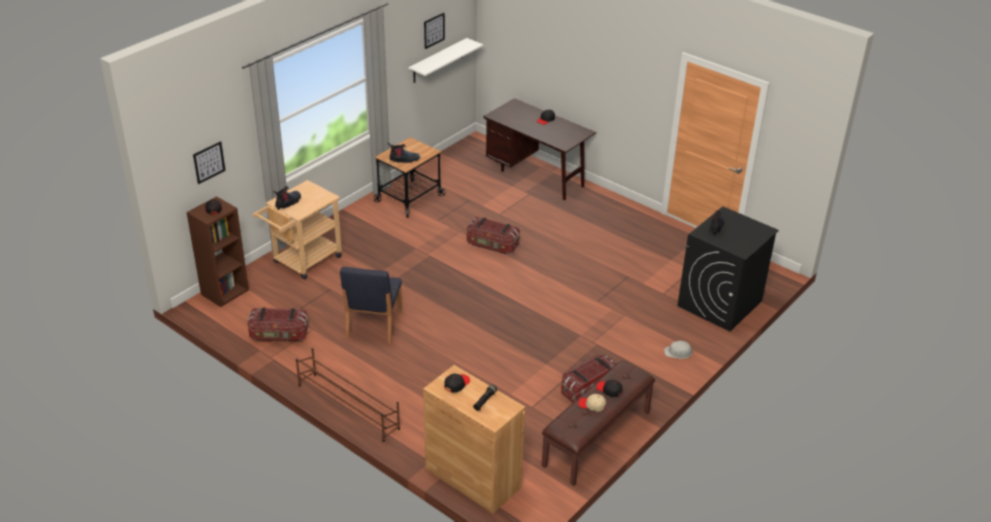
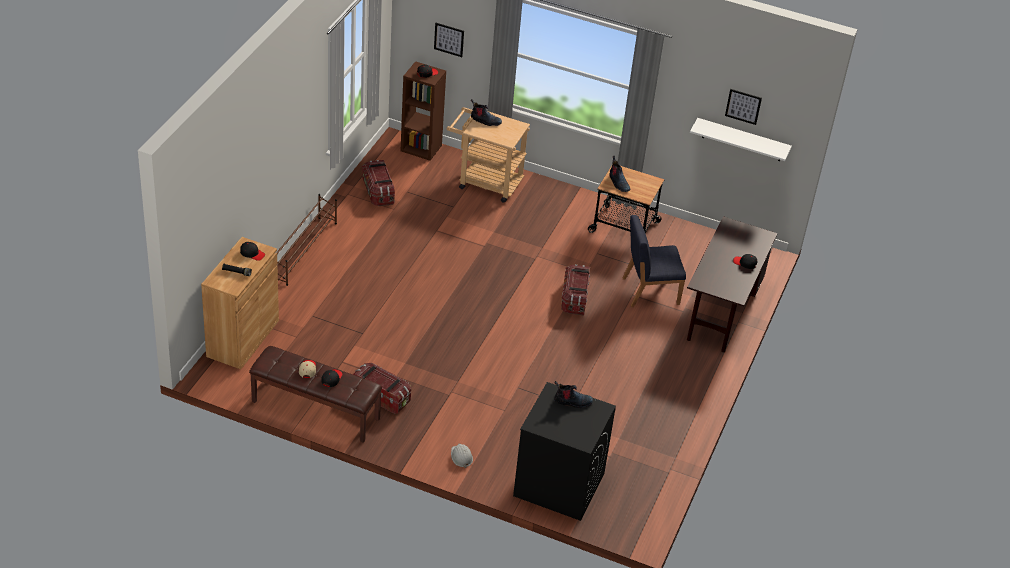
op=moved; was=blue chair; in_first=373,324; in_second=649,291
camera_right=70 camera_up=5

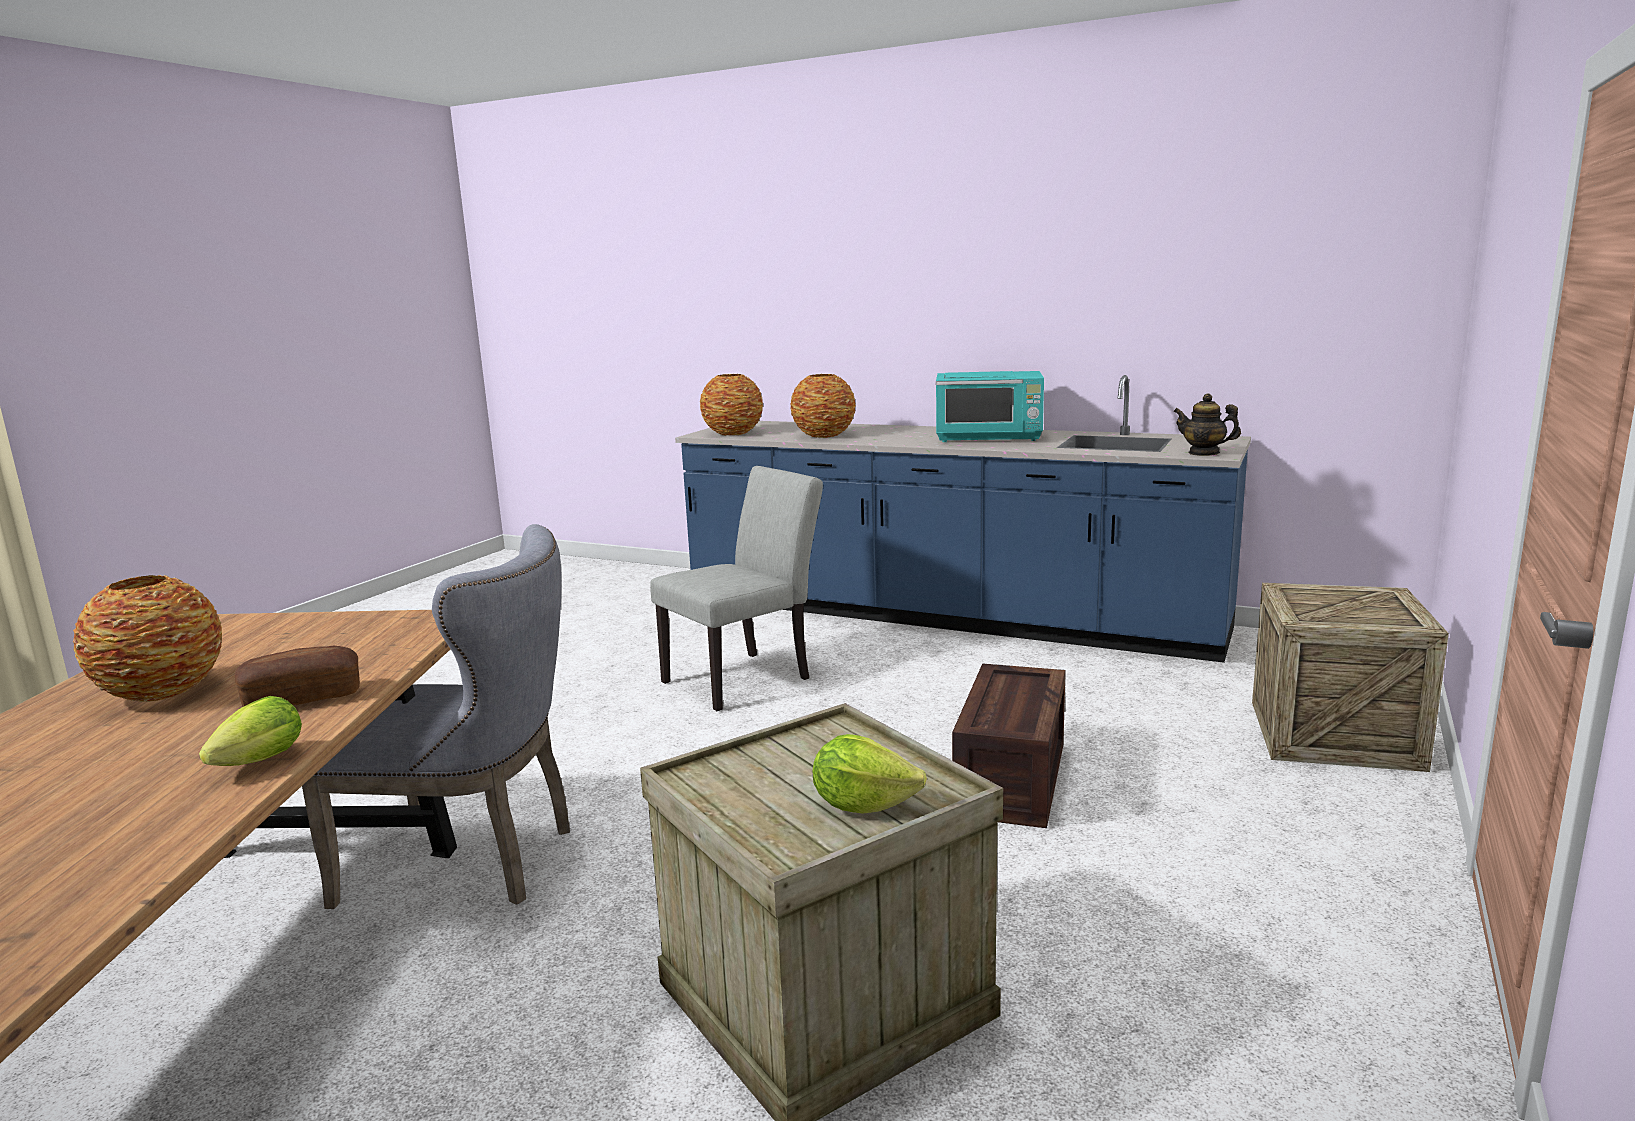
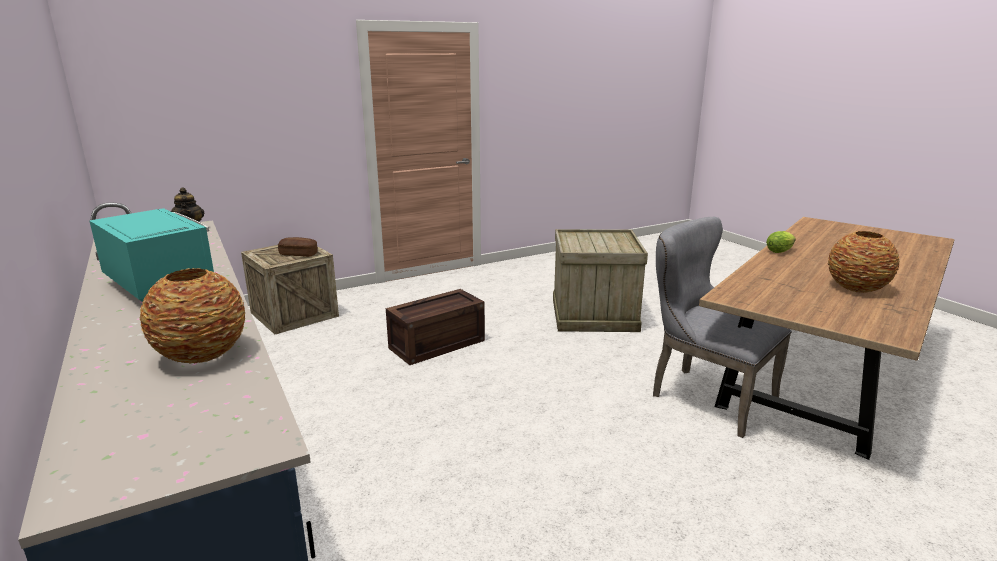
op=moved; was=bread; in_first=303,698; in_second=298,254
op=removed; was=grey chair; in_first=746,677
op=removed; was=vase; in_first=732,433
op=removed; was=lettuce; in_first=863,804
camera_right=-145 camera_up=5

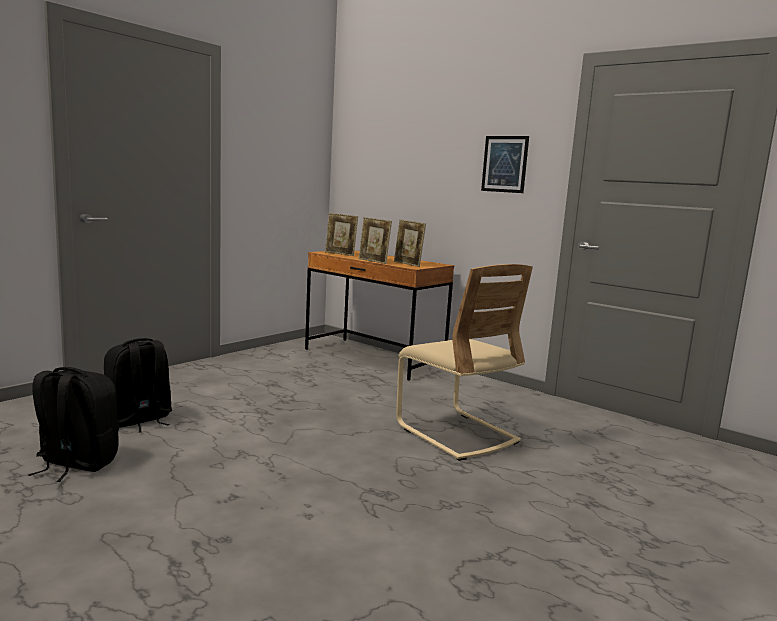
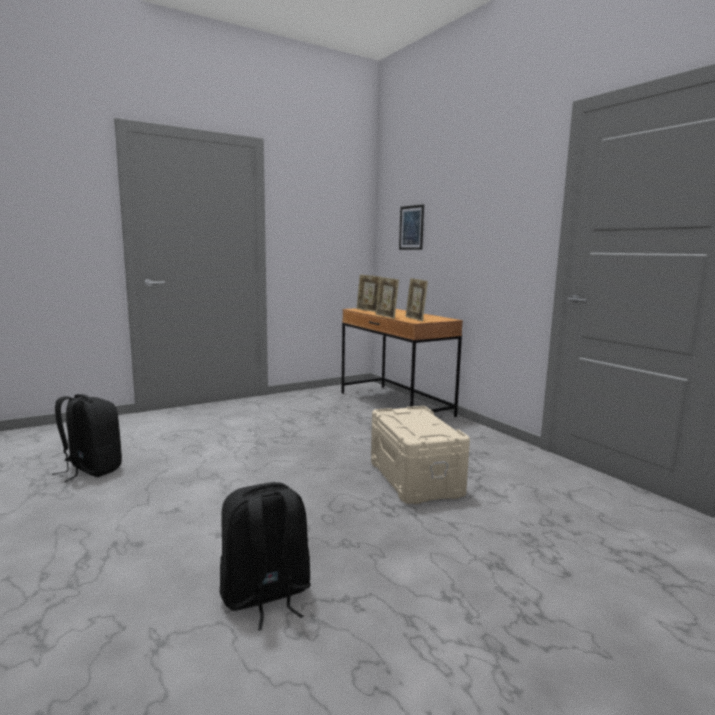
op=moved; was=black backpack; in_first=139,420; in_second=265,596
op=replaced; was=beige chair; now=beige storage box; in_first=456,433; in_second=414,478
op=moved; was=picture; in_first=504,164; in_second=411,227
camera_right=20 camera_up=0

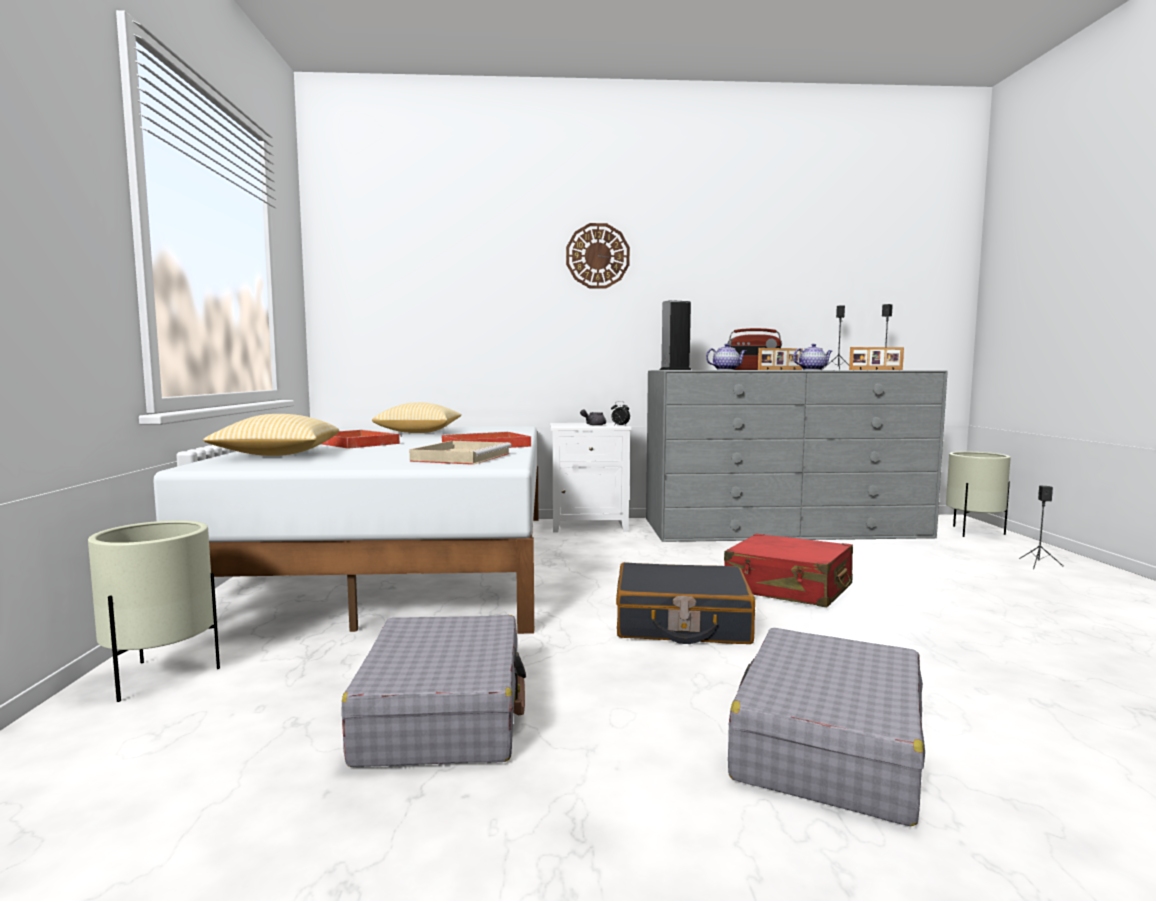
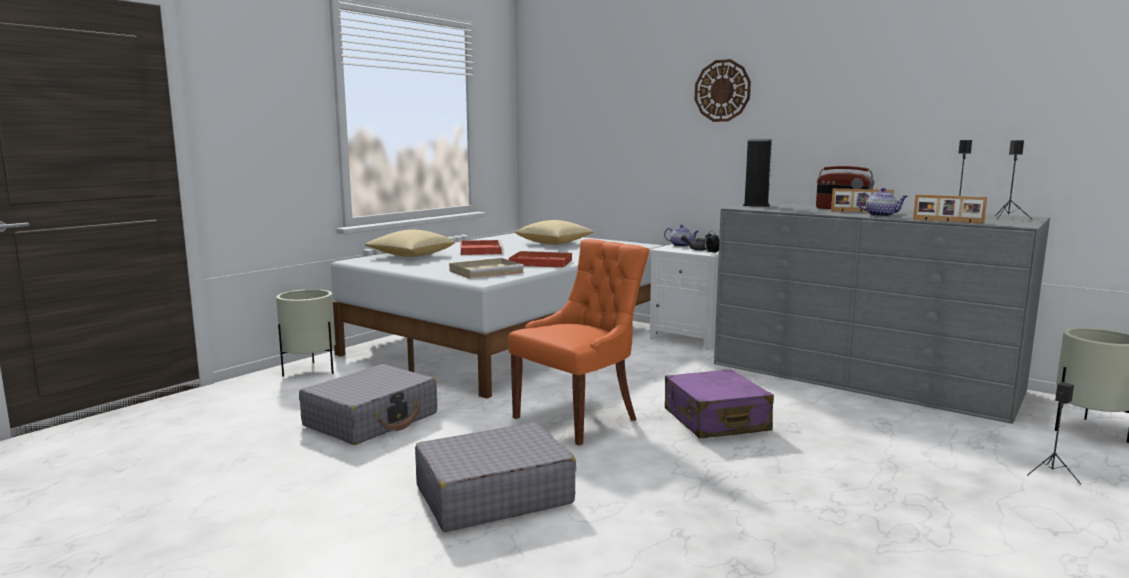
op=replaced; was=black suitcase; now=orange chair; in_first=681,623; in_second=579,418
op=moved; was=teapot; in_first=726,369; in_second=681,245
op=recoloured; was=red suitcase; now=purple suitcase; in_first=788,588; in_second=715,420
camera_right=40 camera_up=5

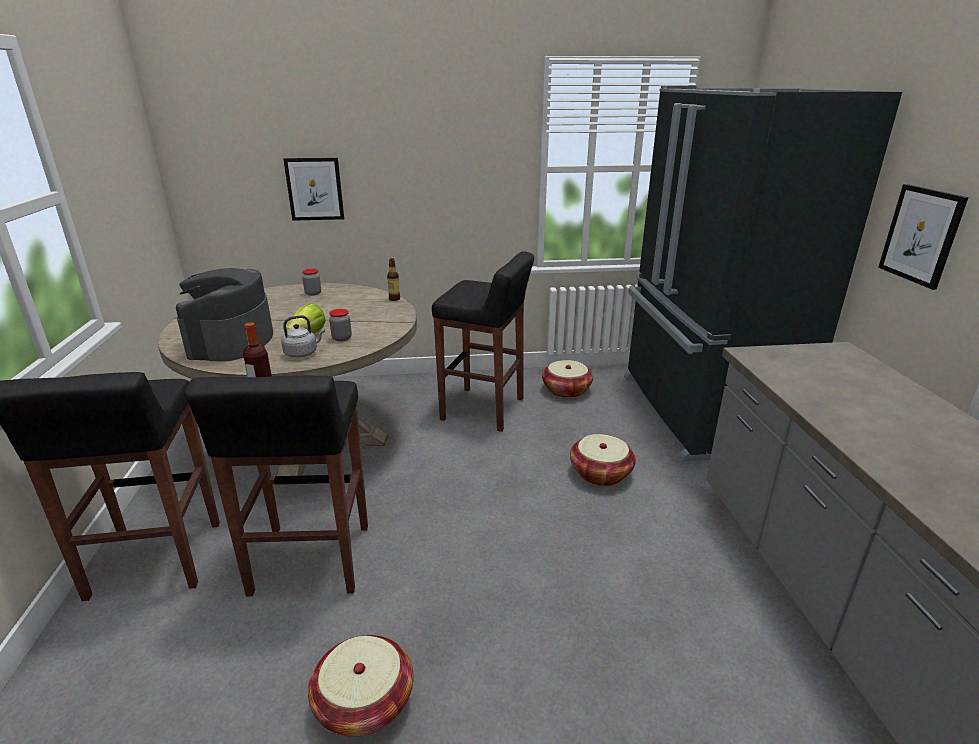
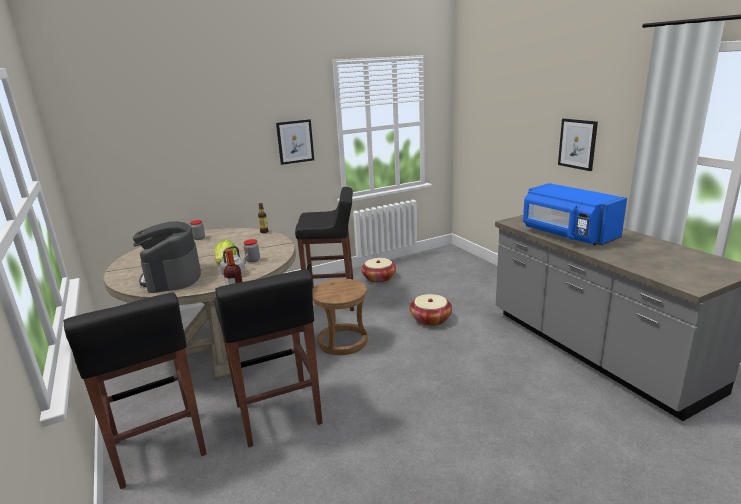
op=moved; was=picture; in_first=315,189; in_second=295,141
op=removed; was=basket; in_first=364,702
op=removed; was=black fridge; in_first=698,413
op=added; now=brown stool; in_second=343,341
op=added; now=blue microwave; in_second=567,235
camera_right=-20 camera_up=-5

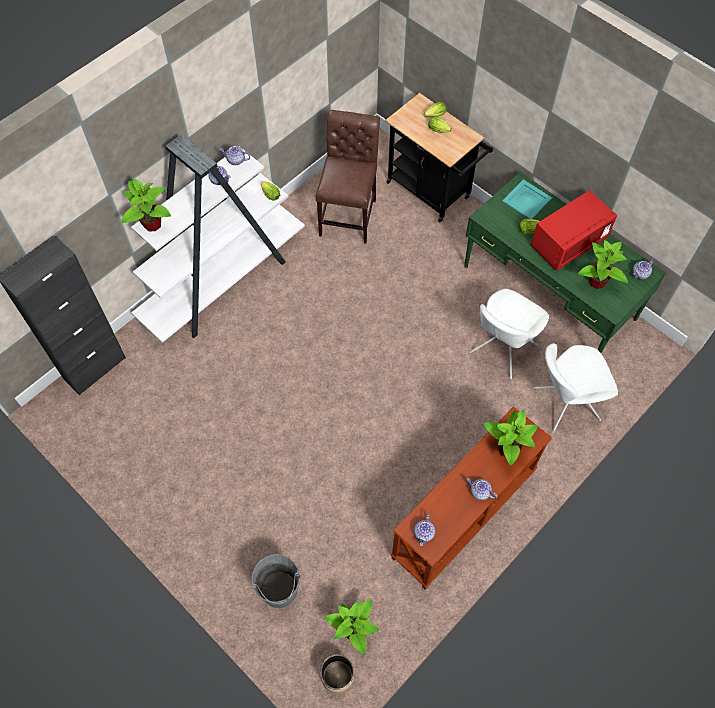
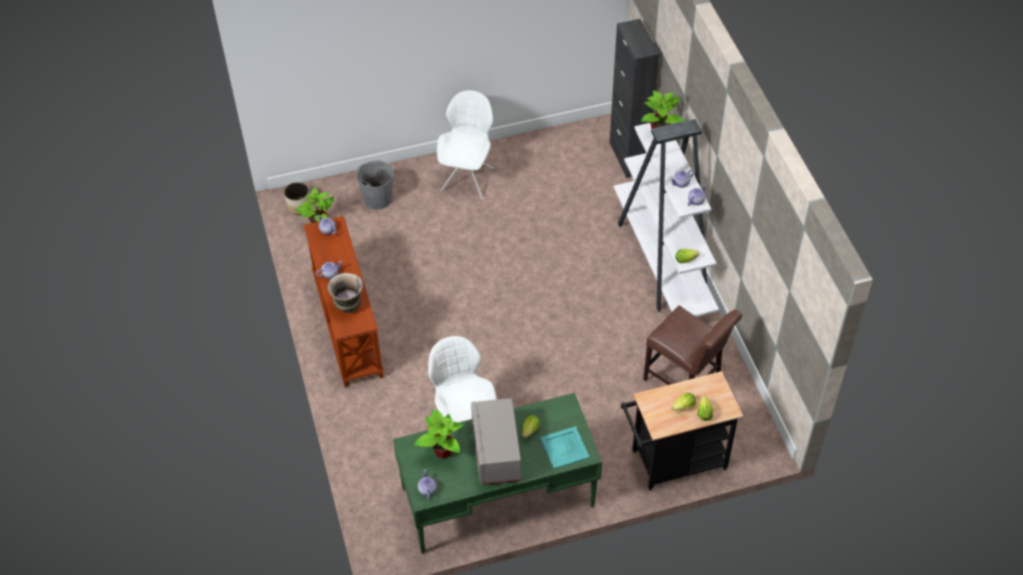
op=replaced; was=potted plant; now=vase; in_first=507,449; in_second=348,306
op=recoloured; was=red microwave; now=grey microwave; in_first=568,243; in_second=496,453
op=moved; was=white chair; in_first=564,404; in_second=468,178
camera_right=120 camera_up=-10

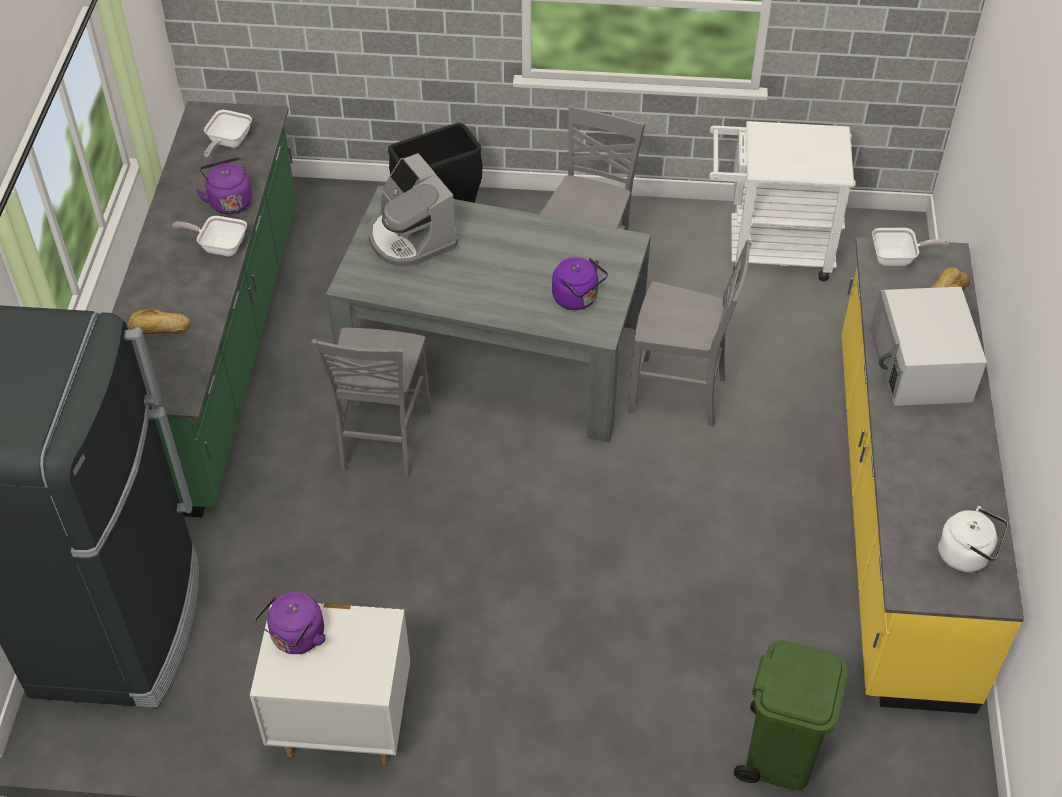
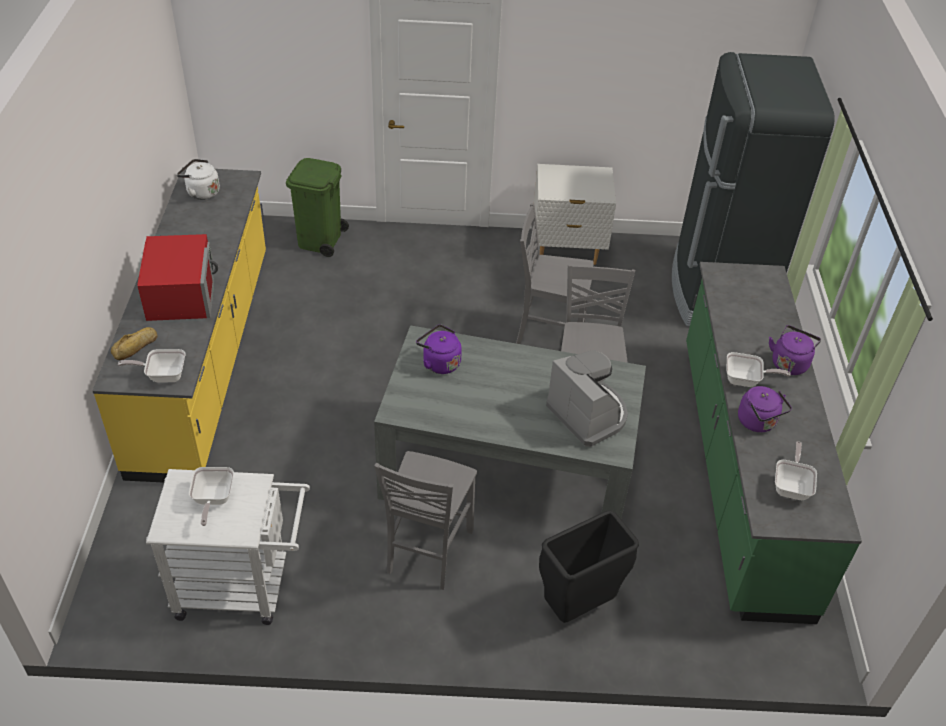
op=removed; was=bread; in_first=159,328
op=moved; was=purple kettle; in_first=296,638; in_second=789,363
op=moved; was=grey chair; in_first=679,394; in_second=548,337
op=recoloured; was=white microwave; now=red microwave; in_first=921,366; in_second=181,293
op=added; now=frying pan; in_second=213,500
camera_right=175 camera_up=-5

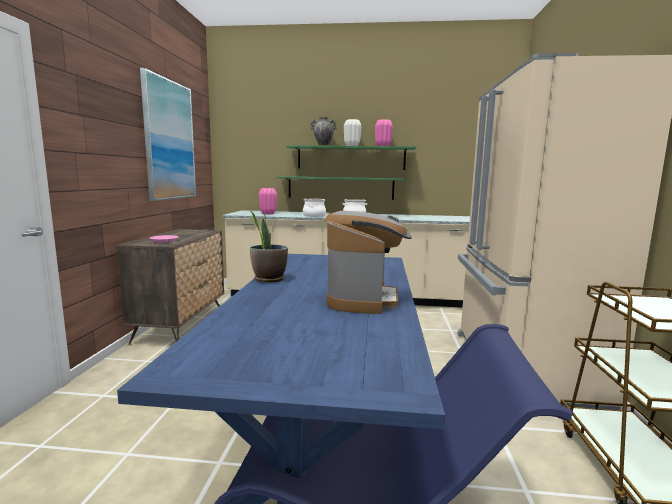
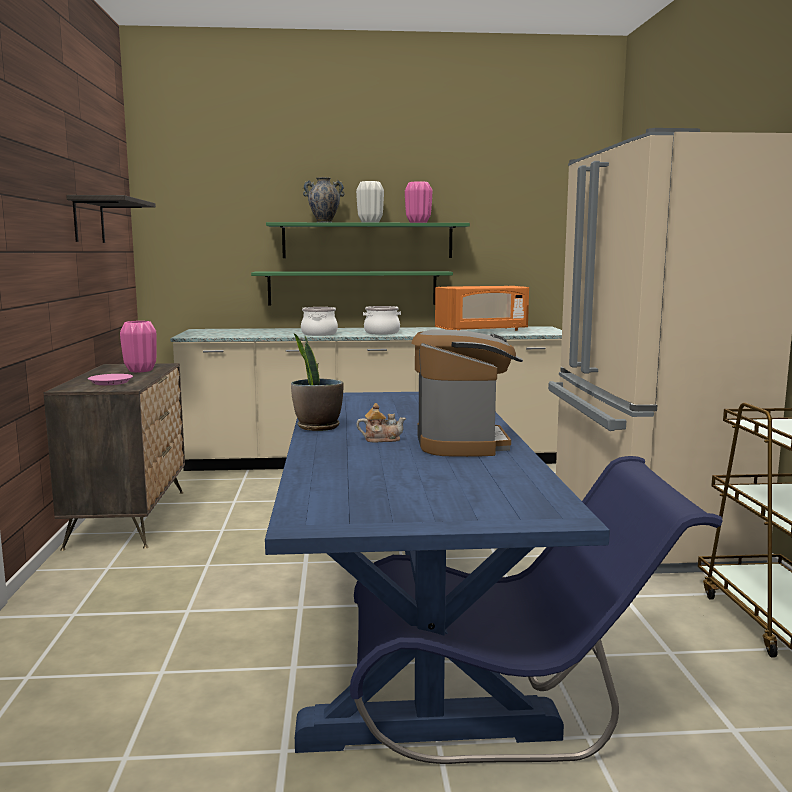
op=replaced; was=picture; now=shelf; in_first=169,140; in_second=88,220
op=moved; was=pink vase; in_first=268,214; in_second=141,371
op=added; now=teapot; in_second=381,439
op=added; now=orange microwave; in_second=482,330
camera_right=-10 camera_up=0

